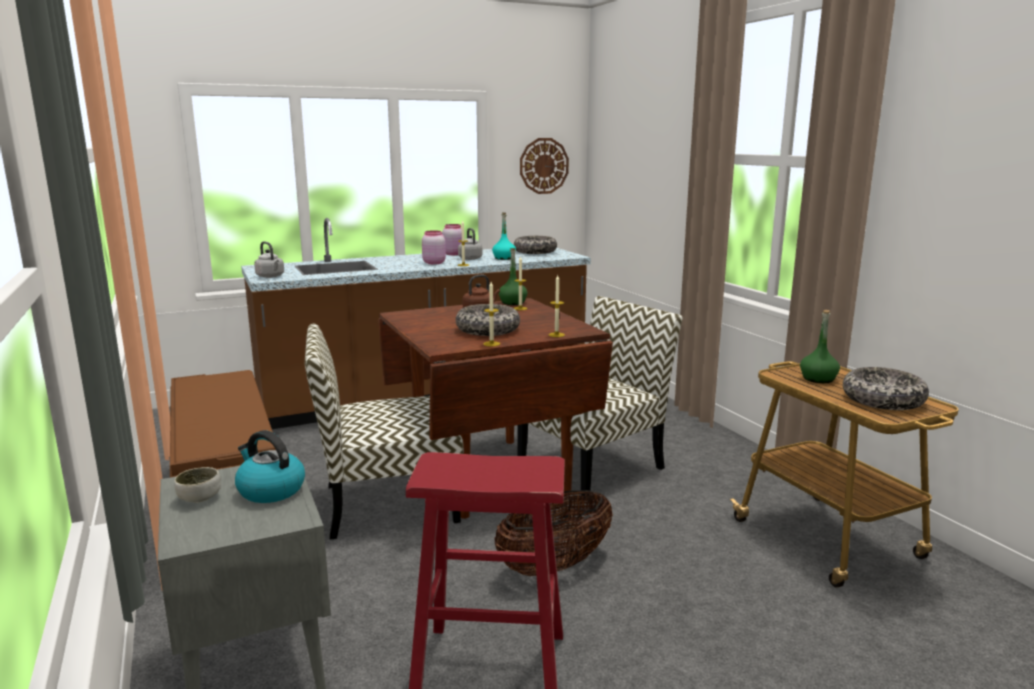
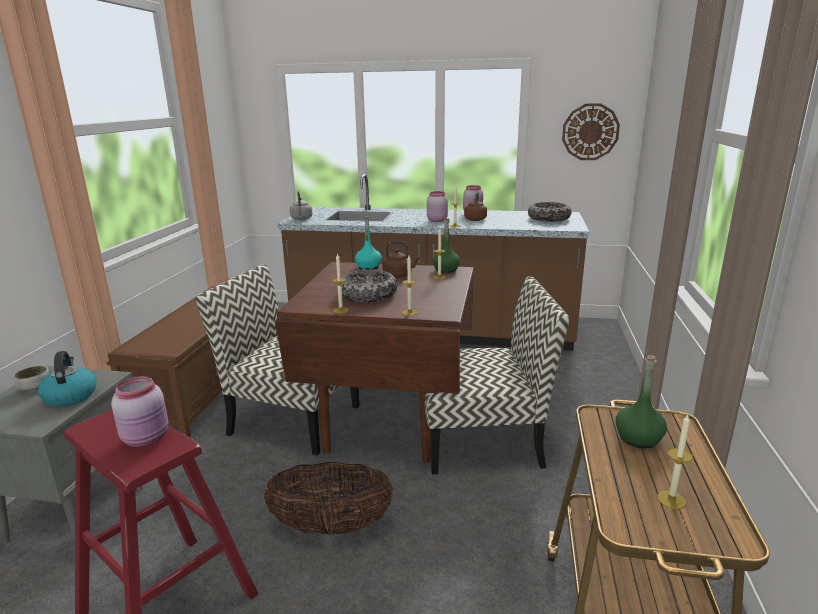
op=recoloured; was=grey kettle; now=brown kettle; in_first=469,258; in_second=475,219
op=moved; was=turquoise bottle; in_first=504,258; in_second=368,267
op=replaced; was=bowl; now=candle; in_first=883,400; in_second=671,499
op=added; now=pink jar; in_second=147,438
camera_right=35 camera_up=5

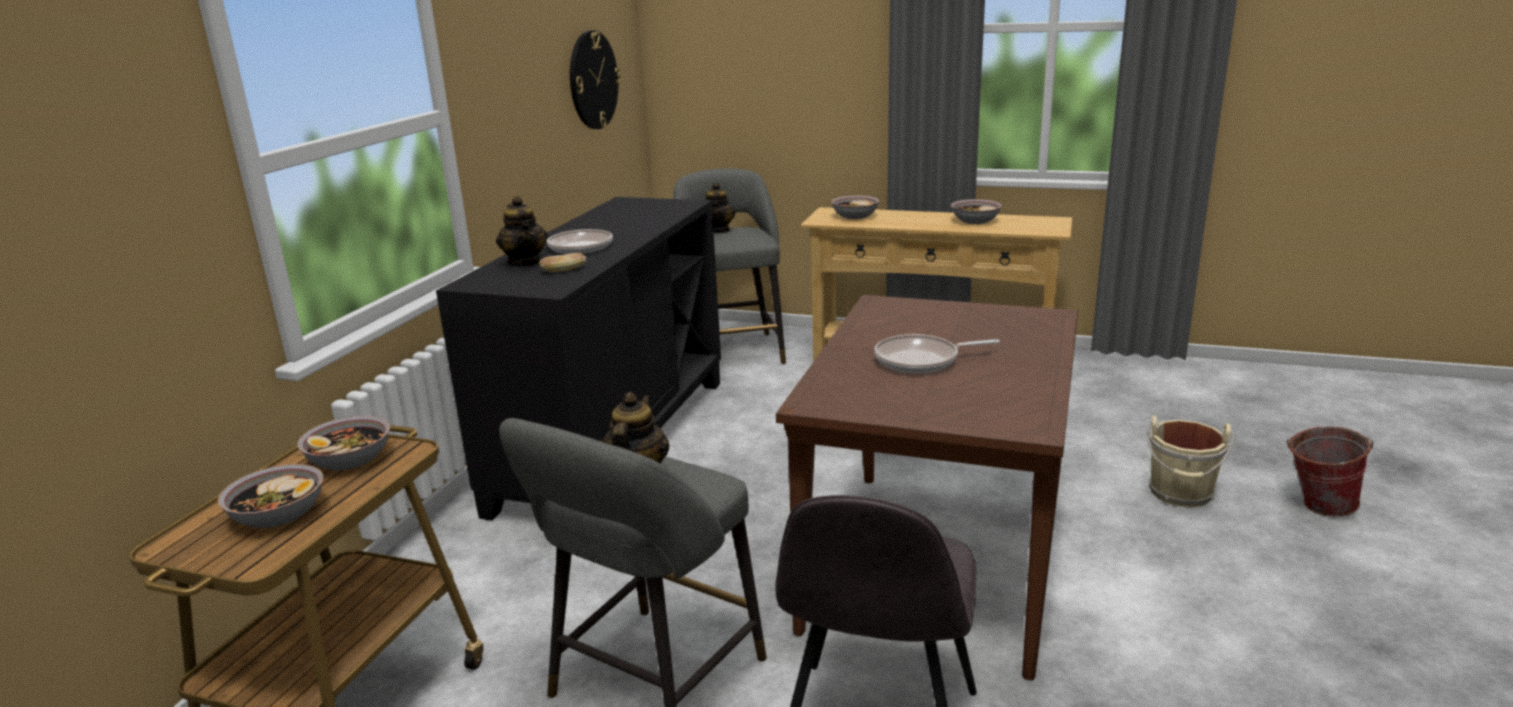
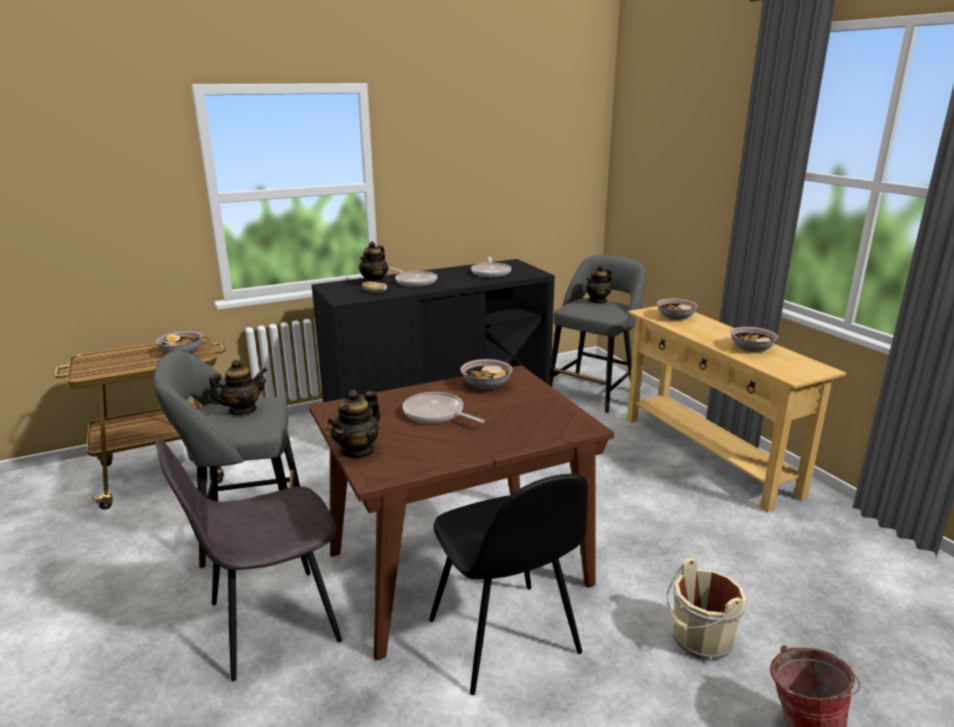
op=moved; was=bowl; in_first=279,515; in_second=486,385
op=removed; was=wall clock; in_first=593,80
op=added; now=teapot; in_second=358,451
op=added; now=black chair; in_second=505,639
op=added; now=frying pan; in_second=491,272
camera_right=45 camera_up=0

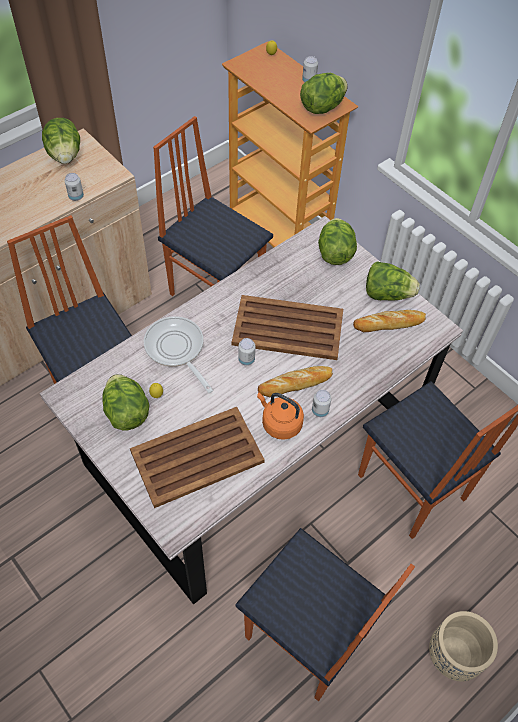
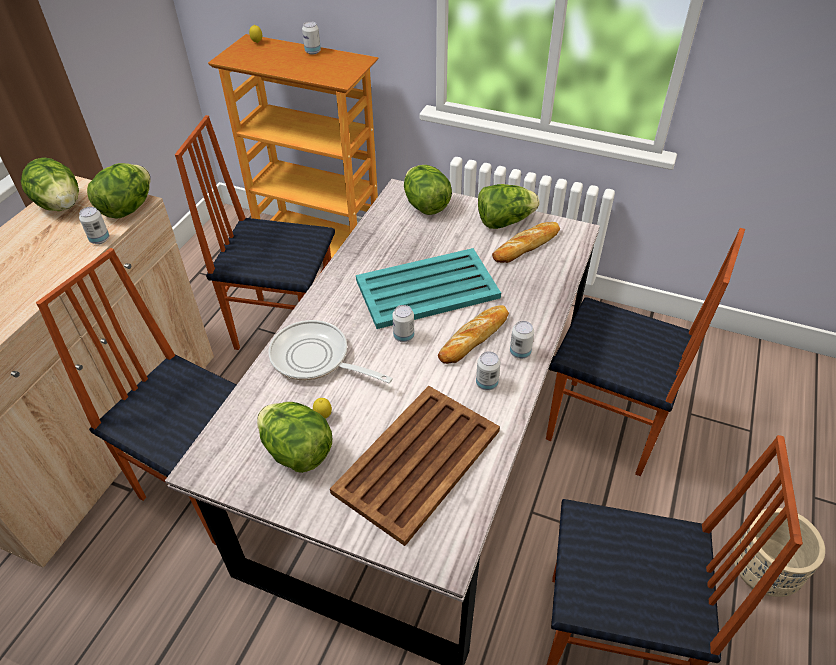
op=recoloured; was=brown tray; now=turquoise tray; in_first=289,329; in_second=428,289
op=replaced; was=orange kettle; now=can; in_first=280,423; in_second=486,384
op=moved; was=lettuce; in_first=322,107; in_second=128,208
camera_right=-25 camera_up=-10

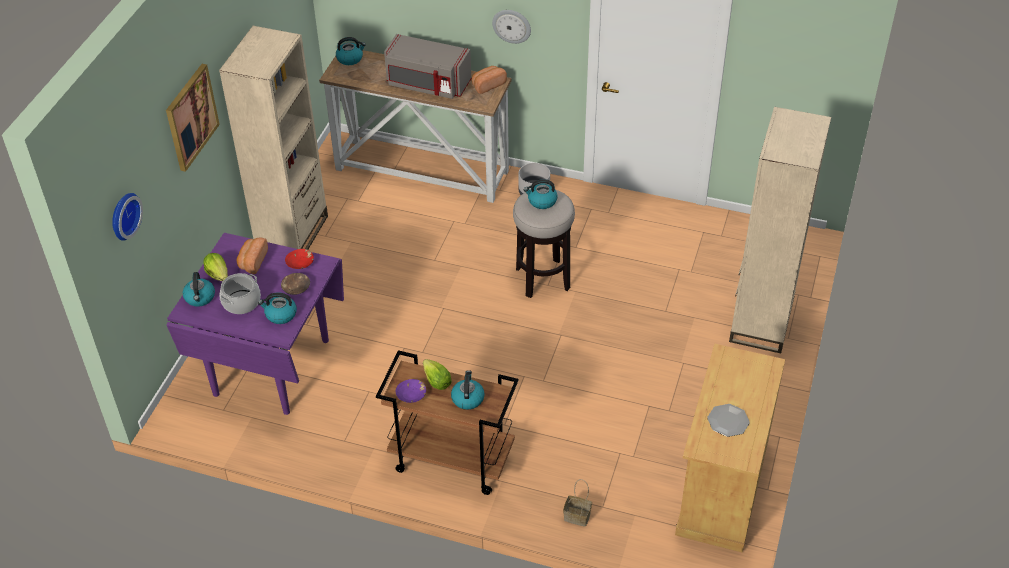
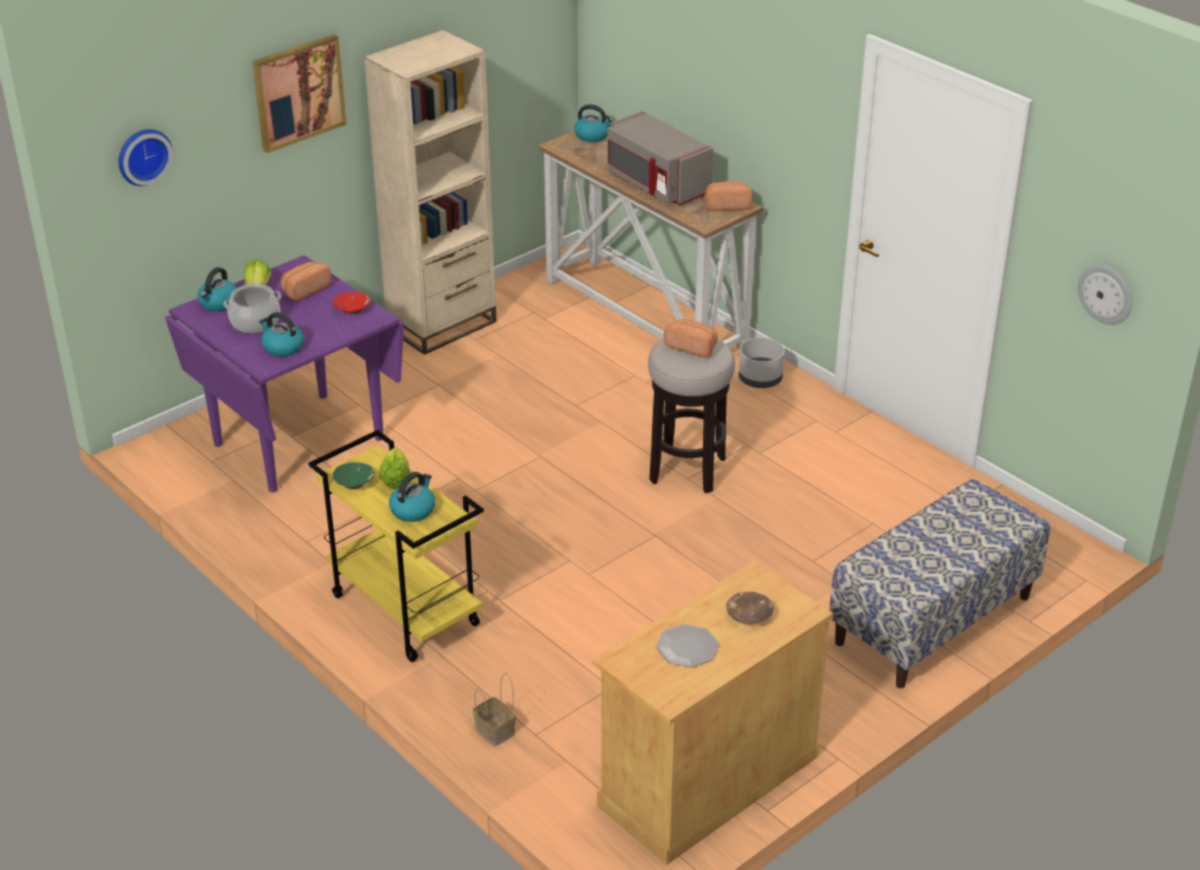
op=moved; was=brown bowl; in_first=296,288; in_second=749,615
op=recoloured; was=brown cart; now=yellow cart; in_first=450,460; in_second=403,610
op=recoloured; was=purple bowl; now=green bowl; in_first=411,395; in_second=354,482
op=moved; was=wall clock; in_first=512,25; in_second=1106,294
op=replaced; was=kettle; now=bread; in_first=541,201; in_second=692,347
op=replaced; was=beige bookcase; now=bench; in_first=761,321; in_second=933,620
camera_right=30 camera_up=-10

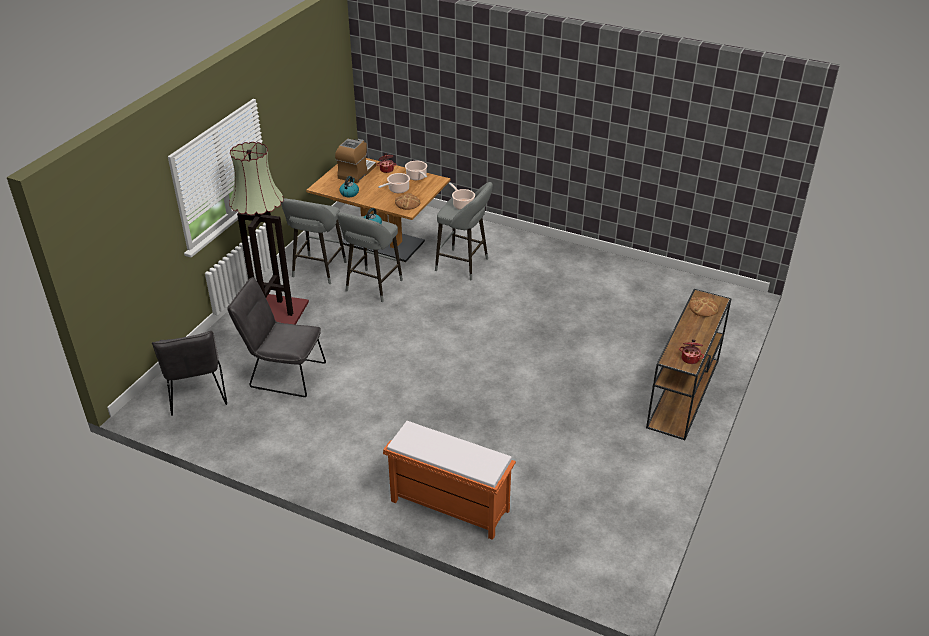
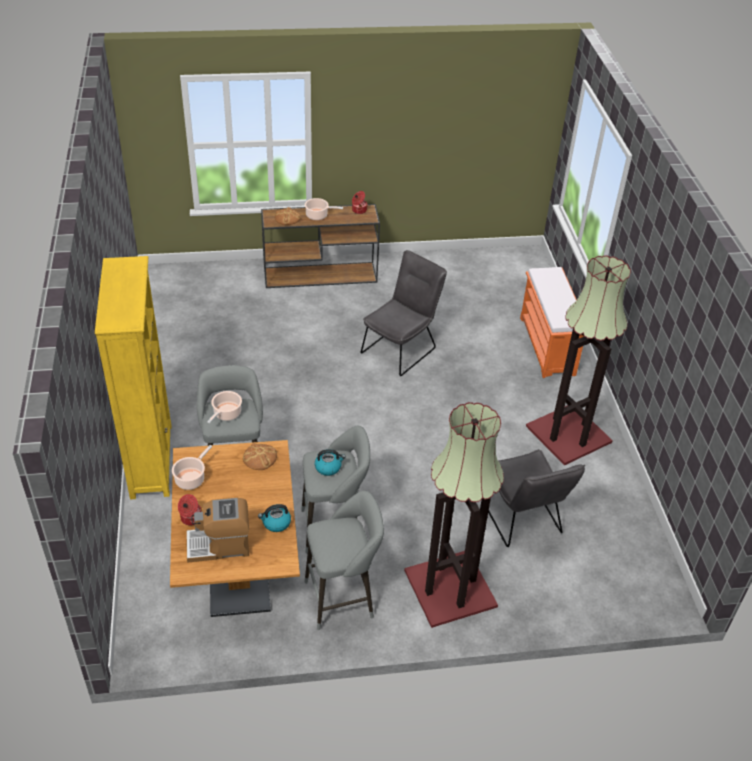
op=moved; was=grey chair; in_first=197,395; in_second=401,348
op=moved; was=cooking pot; in_first=397,190; in_second=318,215
op=added; now=yellow bookcase; in_second=151,460
op=added; now=floor lamp; in_second=568,435
camera_right=-125 camera_up=5

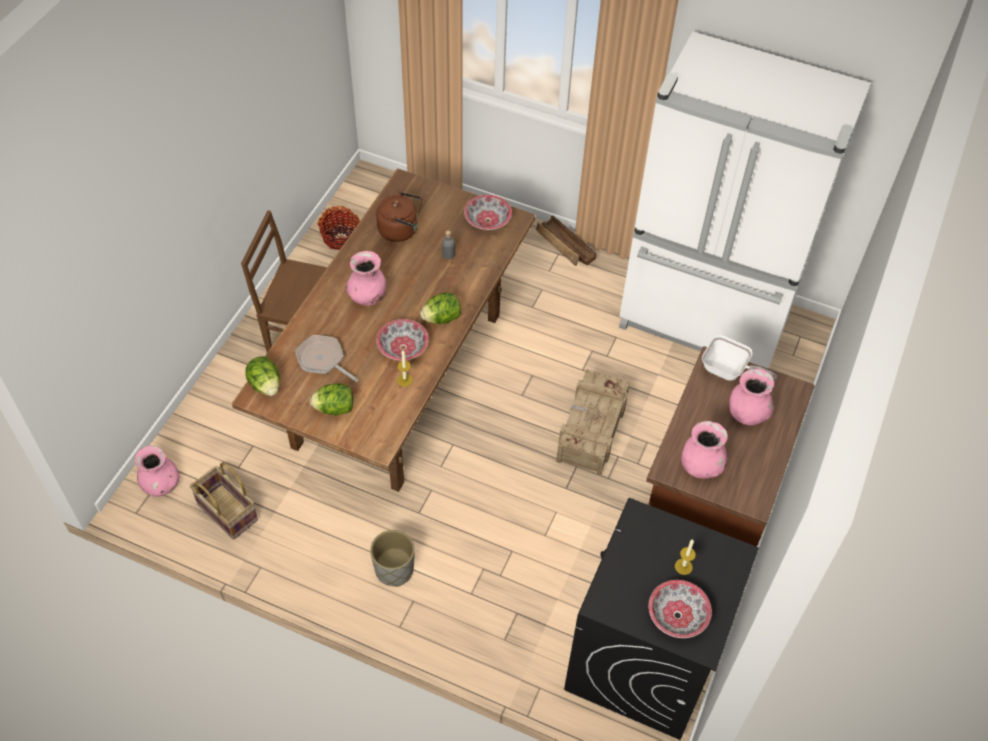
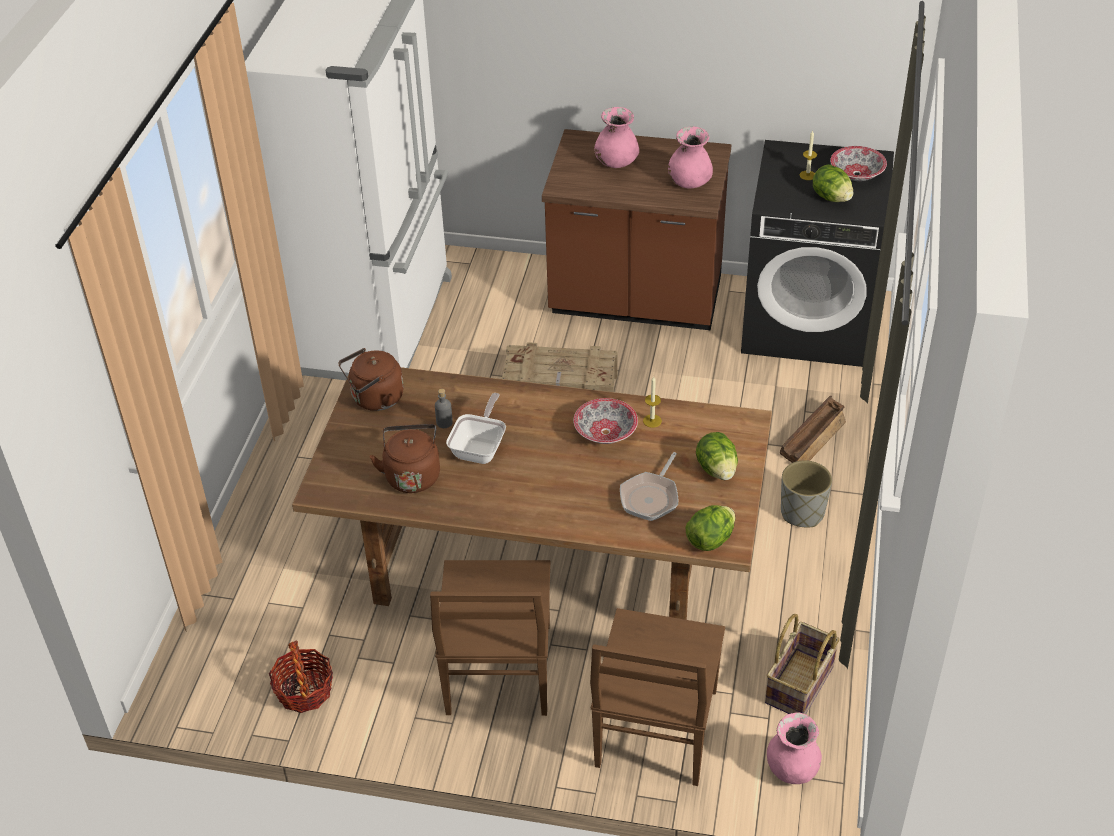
op=removed; was=pink vase; in_first=368,296
op=moved; was=lettuce; in_first=442,318; in_second=831,198
op=replaced; was=bowl; now=brown kettle; in_first=488,220; in_second=375,399
op=moved; was=crate; in_first=566,246; in_second=814,438
op=moved; was=frying pan; in_first=728,371; in_second=480,448
op=added; now=brown chair; in_second=655,731
camera_right=-100 camera_up=-10

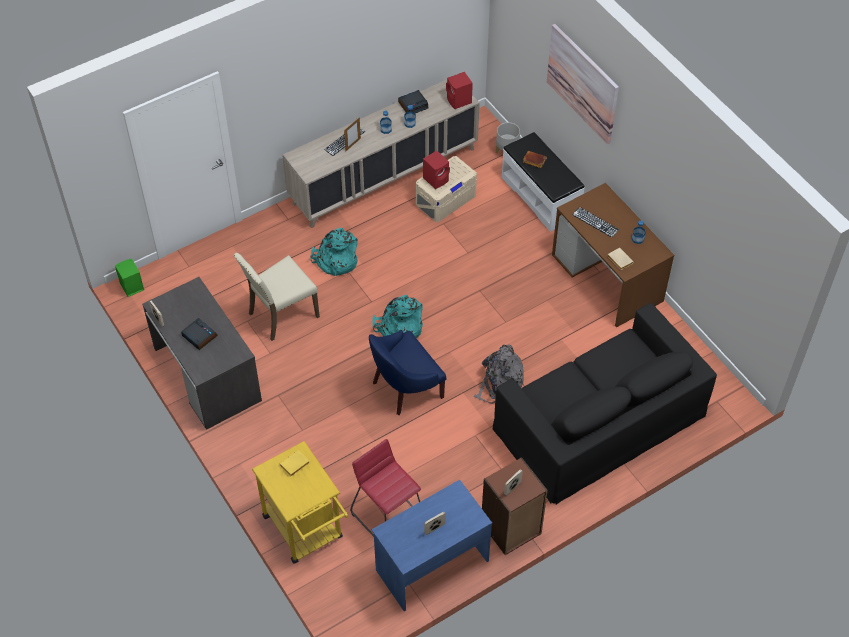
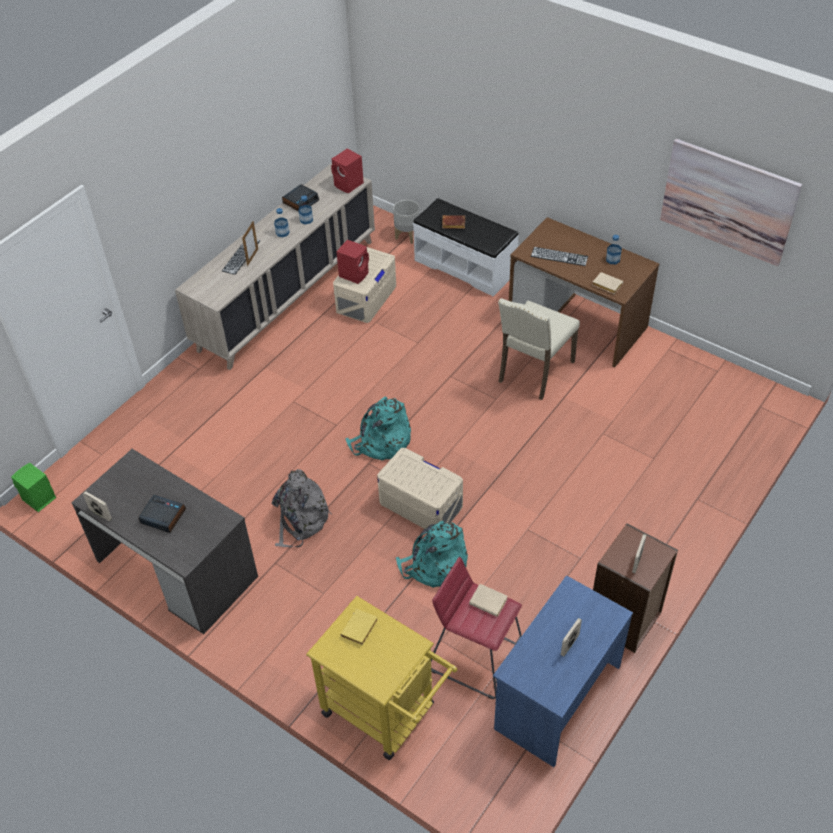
op=moved; was=beige chair; in_first=281,314; in_second=533,372
op=moved; was=turquoise backpack; in_first=335,260; in_second=434,565
op=replaced; was=blue armchair; now=beige storage box; in_first=404,387; in_second=420,504
op=moved; was=grey backpack; in_first=499,383; in_second=300,520
op=removed; was=black sofa; in_first=599,421
op=moved; was=picture; in_first=582,83; in_second=728,201
op=added; now=beige book; in_second=489,601
camera_right=-20 camera_up=-5

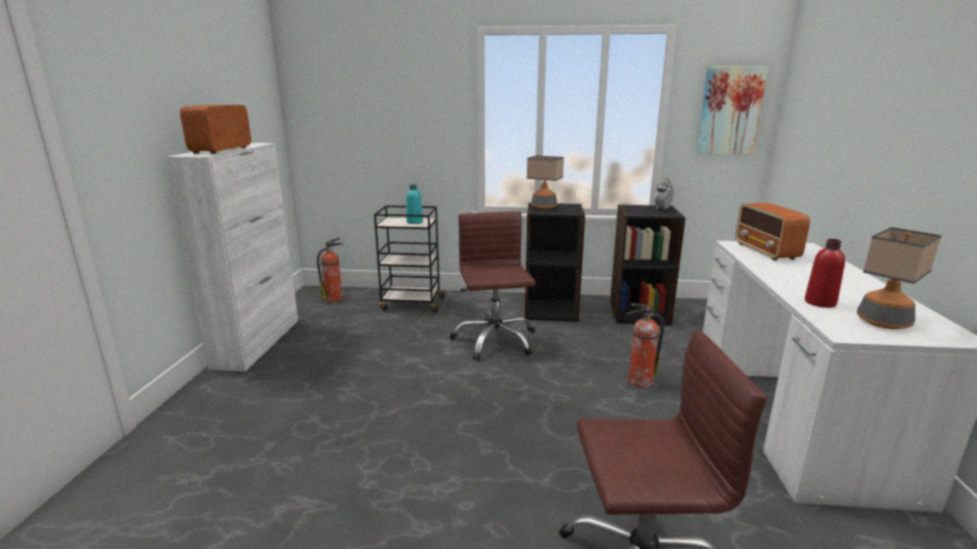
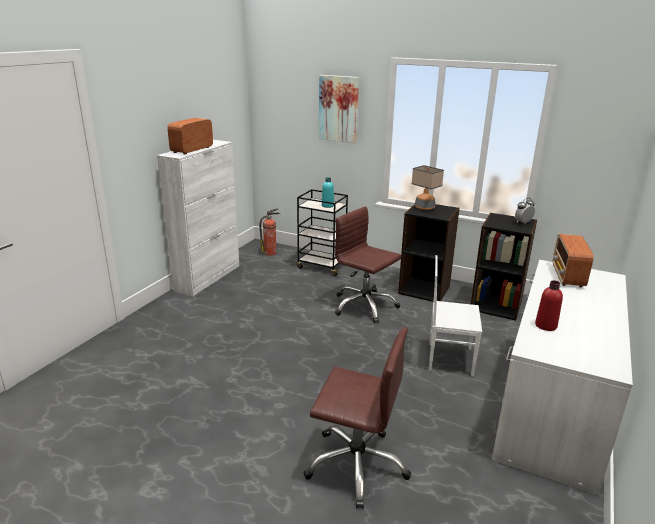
op=turned; was=brown office chair; in_first=494,340; in_second=364,306; clockwise=-60
op=replaced; was=fire extinguisher; now=white chair; in_first=638,382; in_second=449,358
op=moved; was=picture; in_first=730,111; in_second=339,108
op=removed; was=table lamp; in_first=883,322
camera_right=20 camera_up=5

